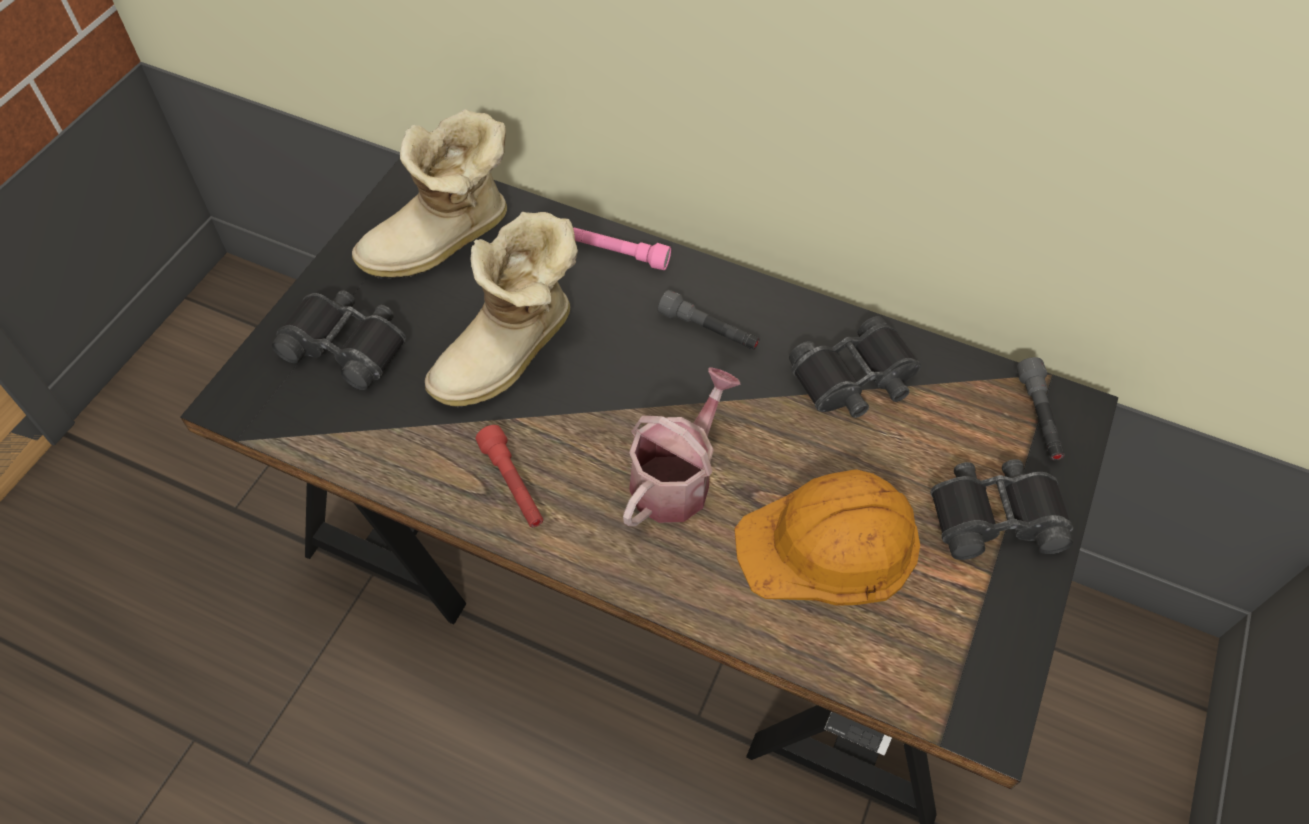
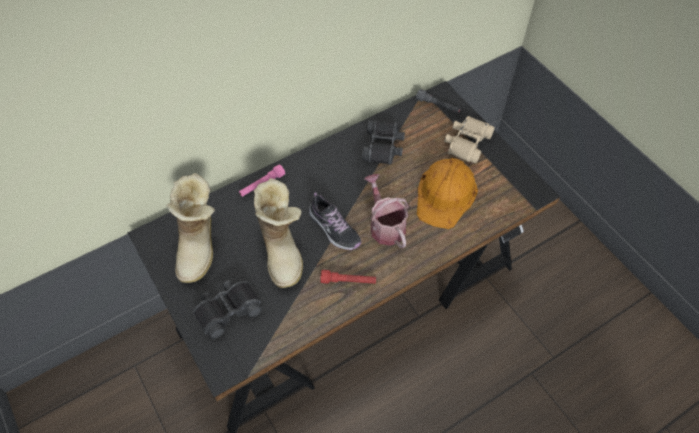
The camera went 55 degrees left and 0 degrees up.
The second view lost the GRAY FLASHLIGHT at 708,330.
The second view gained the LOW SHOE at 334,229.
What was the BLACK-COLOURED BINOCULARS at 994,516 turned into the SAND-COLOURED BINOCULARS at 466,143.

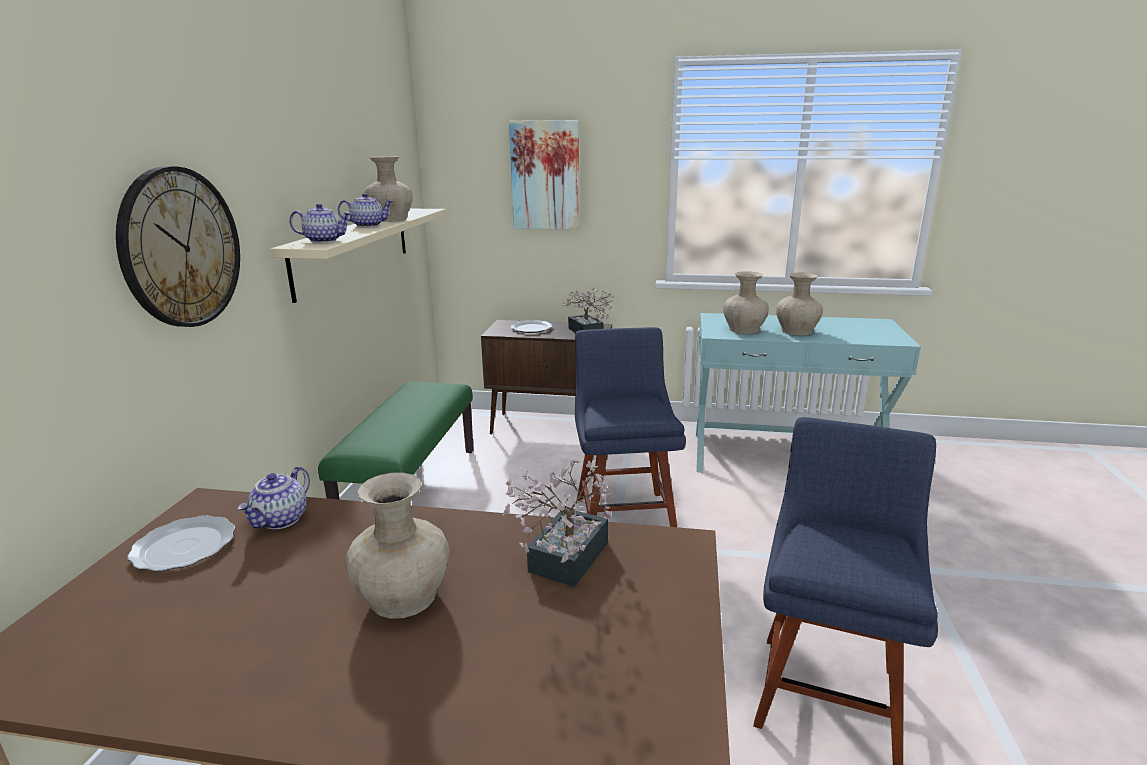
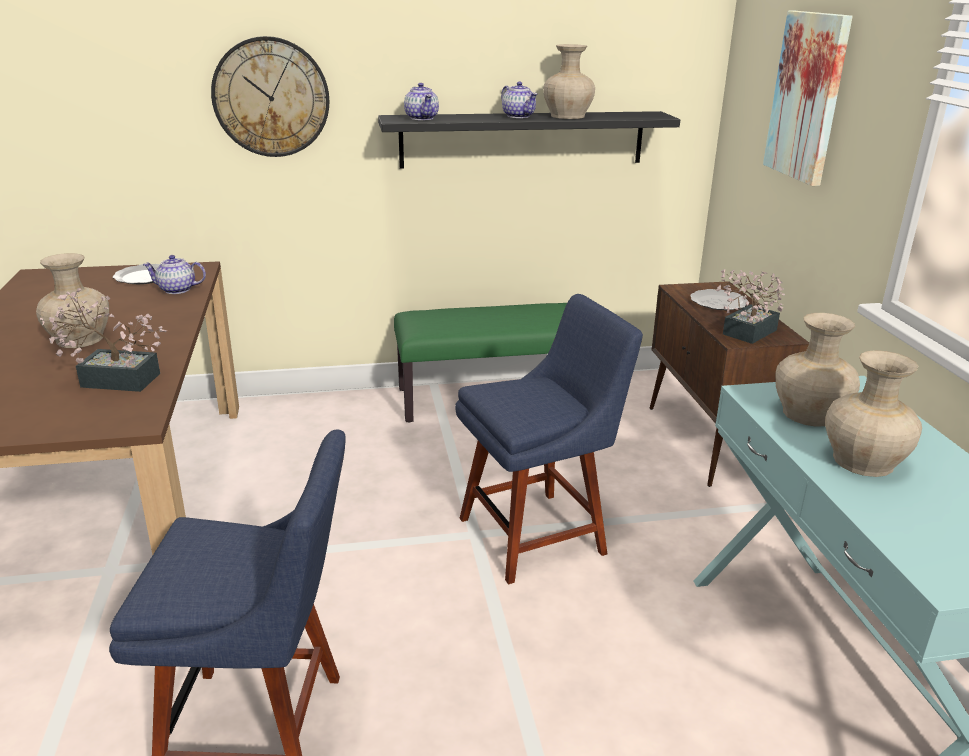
The camera went 70 degrees right and 5 degrees up.
What was the SAND-COLOURED WALL SHELF at 354,249 turned into the BLACK-COLOURED WALL SHELF at 523,139.

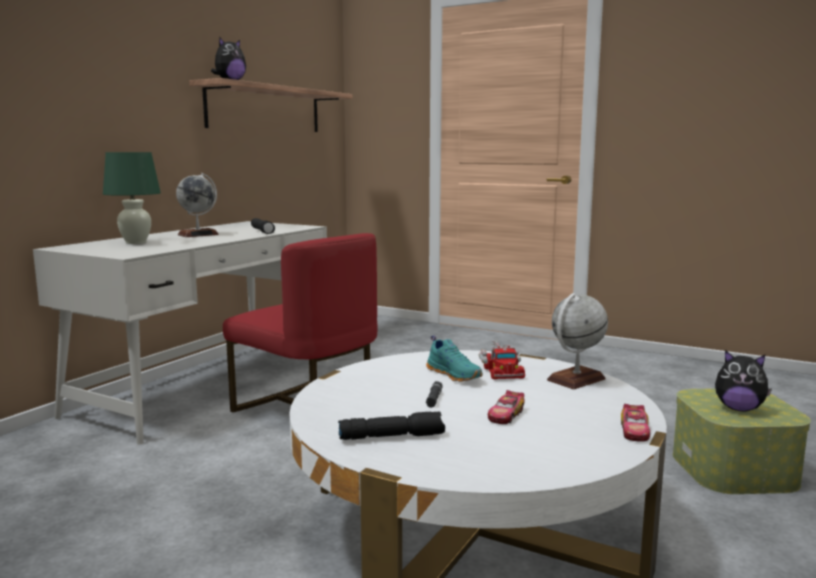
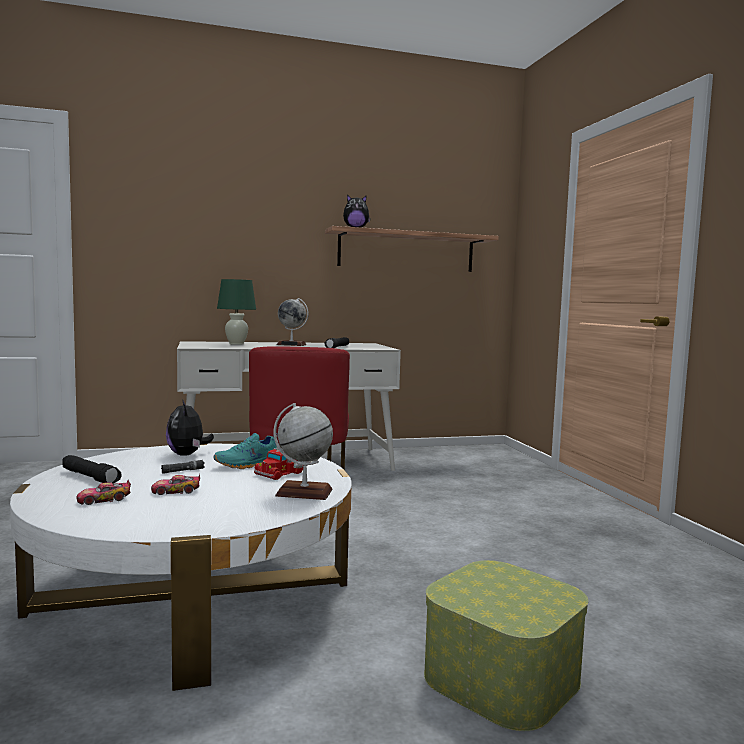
The camera went 45 degrees right and 5 degrees down.
The TOY CAR ended up elsewhere, having gone from 634,431 to 103,499.
The SOFT TOY ended up elsewhere, having gone from 739,409 to 187,455.
The TURQUOISE-COLOURED LOW SHOE at 455,375 ended up facing another way, 45 degrees clockwise from before.

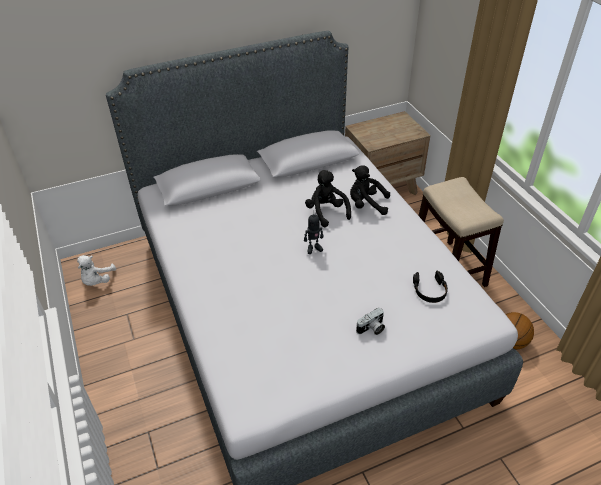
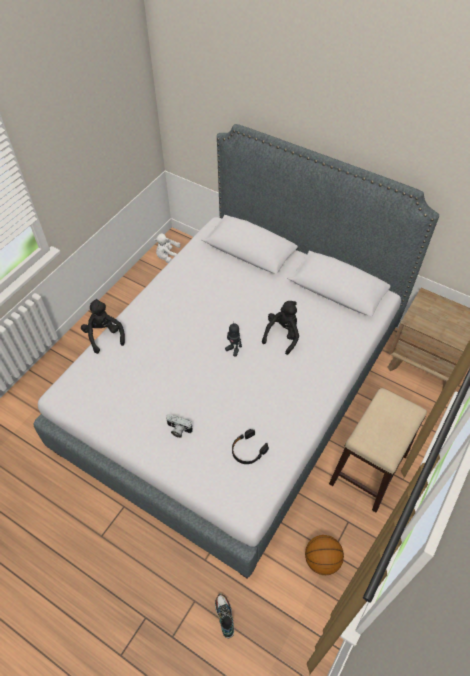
The camera went 55 degrees right and 10 degrees up.
The second view gained the LOW SHOE at 224,616.
The BLACK-COLOURED SOFT TOY ended up elsewhere, having gone from 366,204 to 104,335.

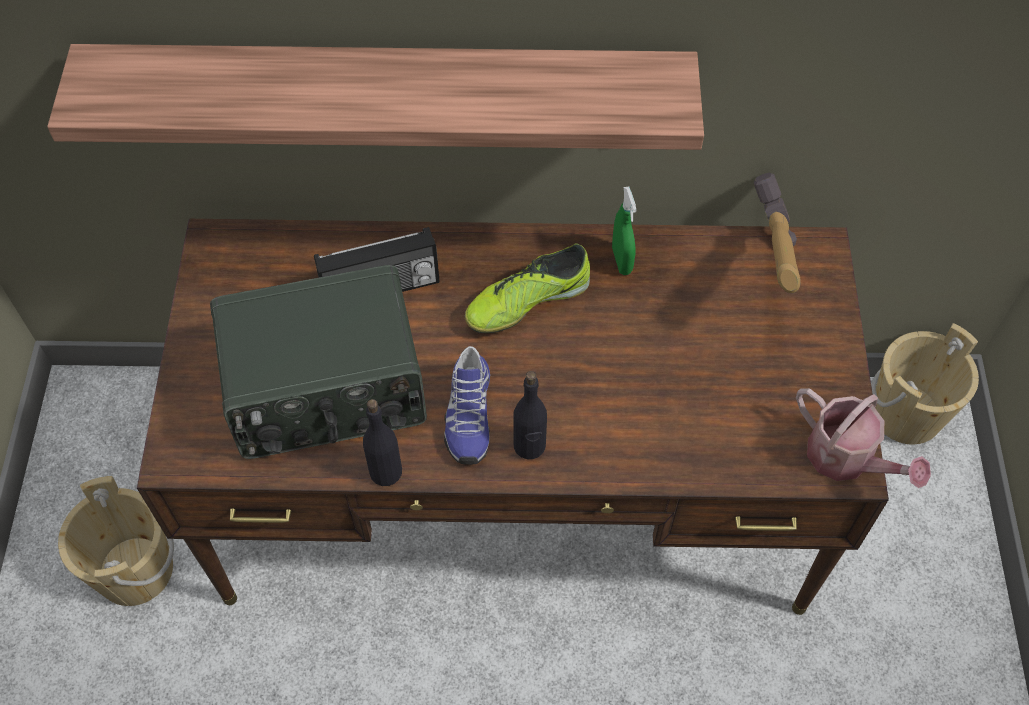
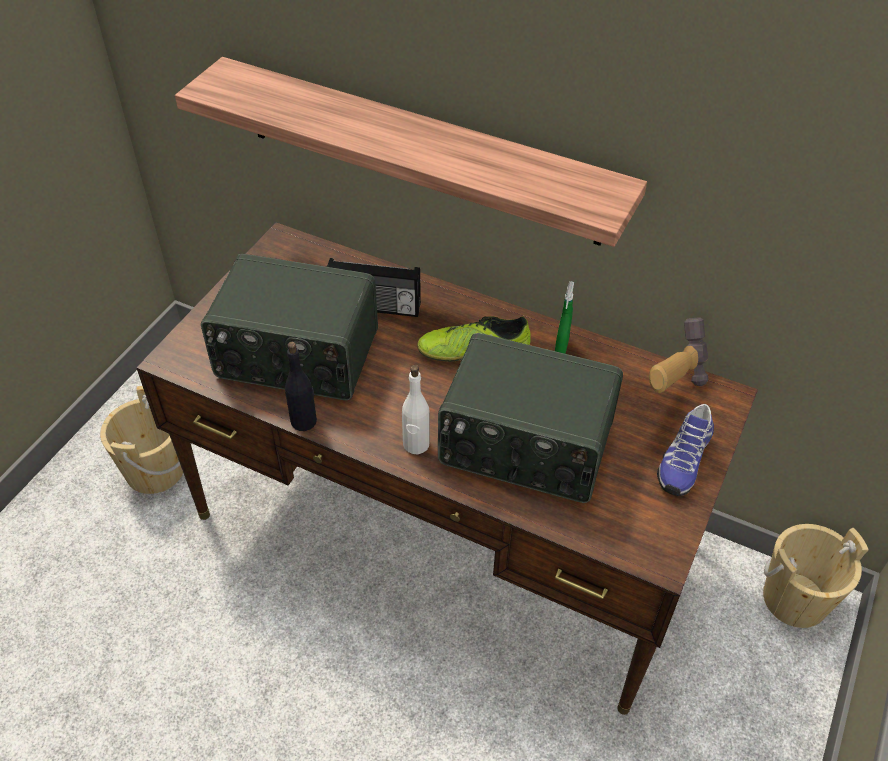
The camera went 25 degrees right and 10 degrees down.
The second view lost the SPRINKLING CAN at 847,459.
The second view gained the RADIO SET at 525,446.
The LOW SHOE ended up elsewhere, having gone from 467,416 to 682,461.
What was the BLACK-COLOURED DRINK BOTTLE at 529,446 turned into the WHITE DRINK BOTTLE at 416,444.

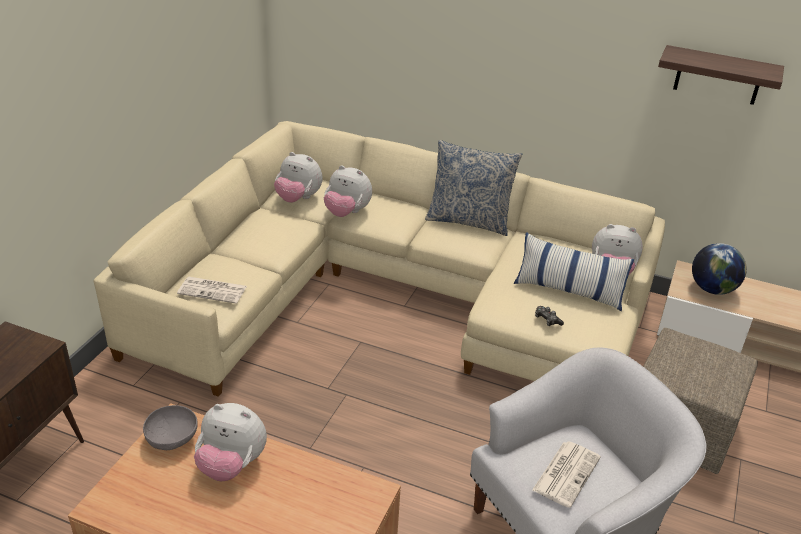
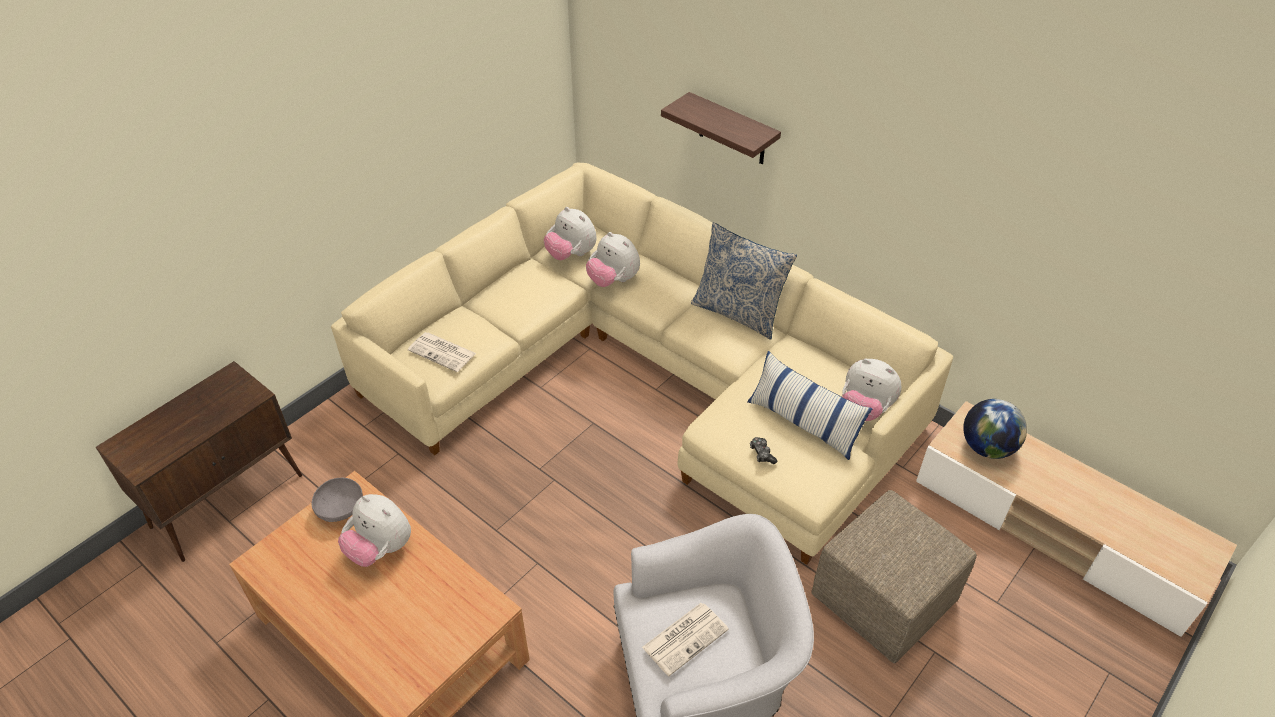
The camera went 20 degrees right and 10 degrees up.
The WALL SHELF ended up elsewhere, having gone from 718,76 to 732,130.

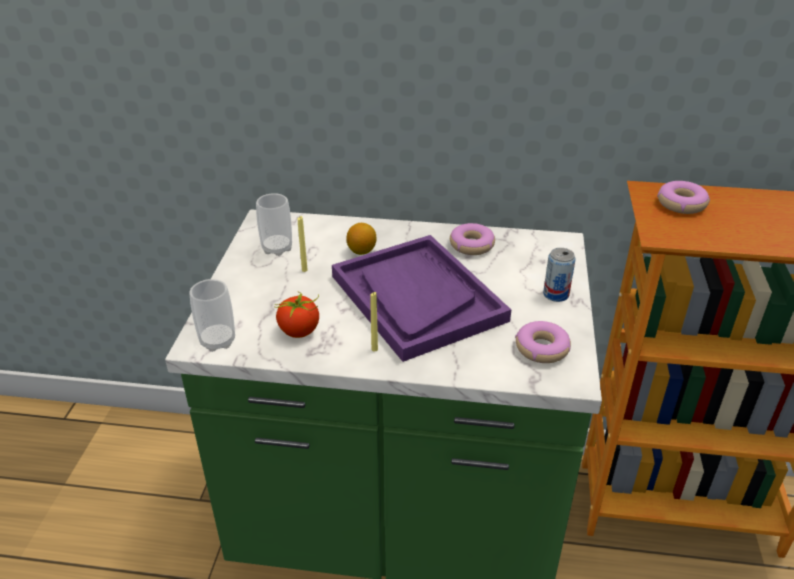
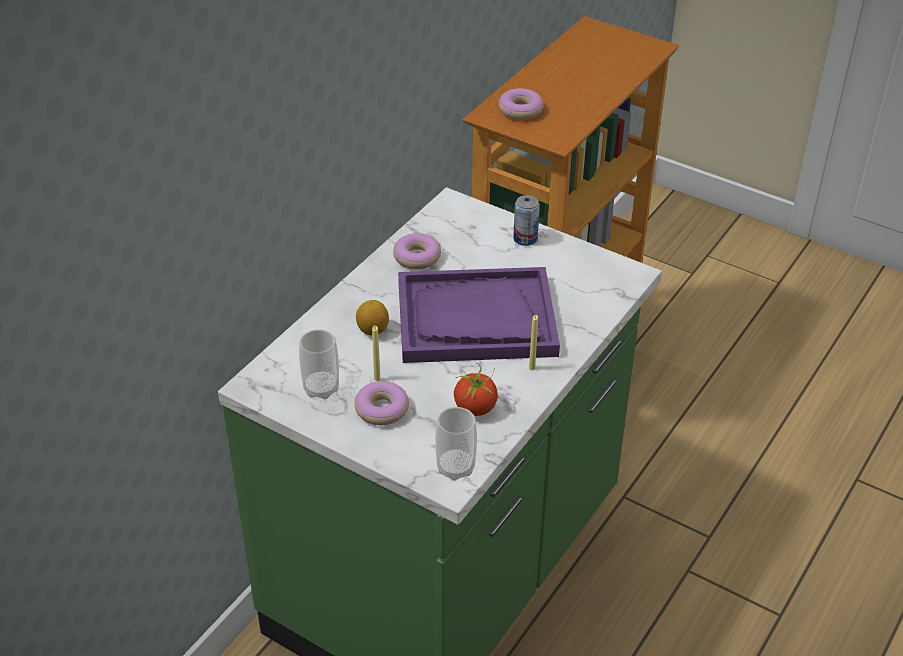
The camera went 65 degrees left and 5 degrees up.
The DOUGHNUT ended up elsewhere, having gone from 542,348 to 381,409.

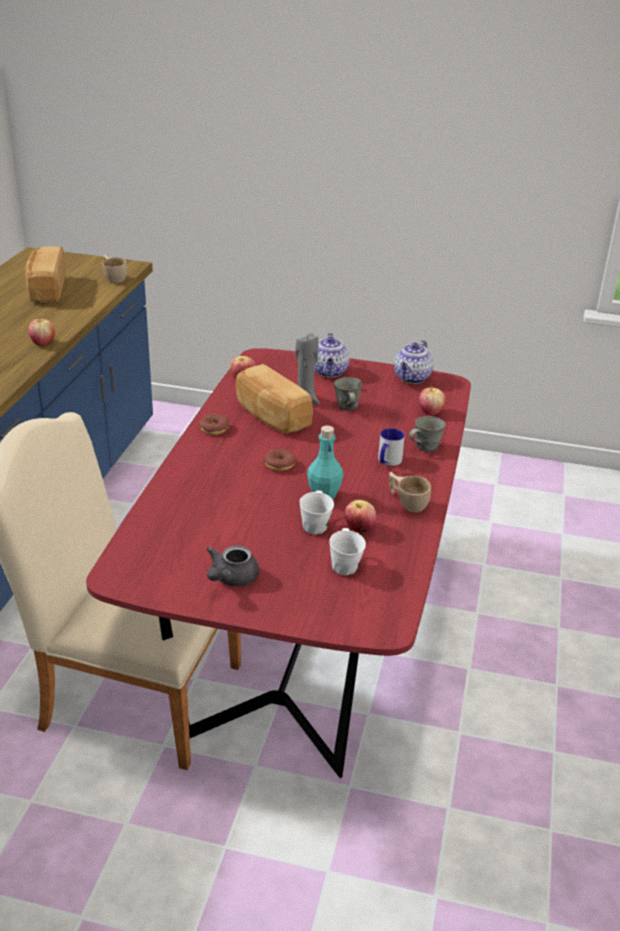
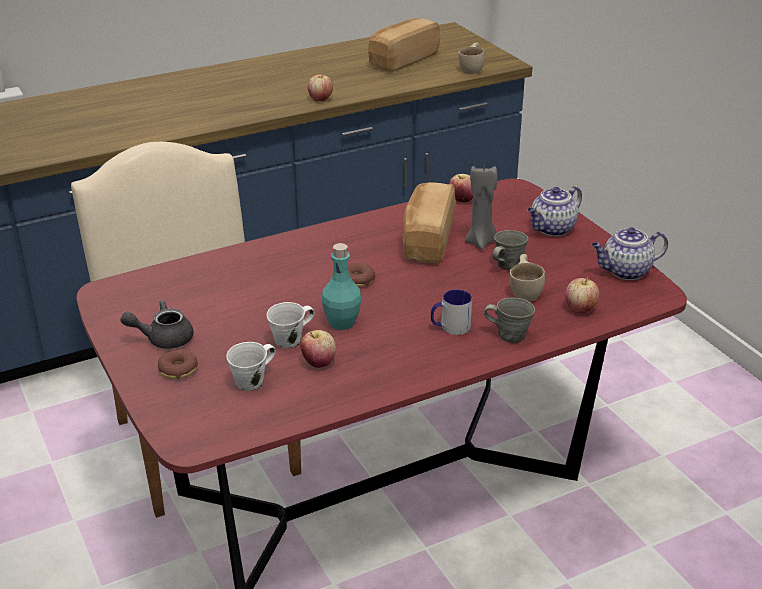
The camera went 50 degrees right and 0 degrees up.
The DOUGHNUT ended up elsewhere, having gone from 214,429 to 178,370.
The SAND-COLOURED DRINKING CUP ended up elsewhere, having gone from 407,503 to 525,291.

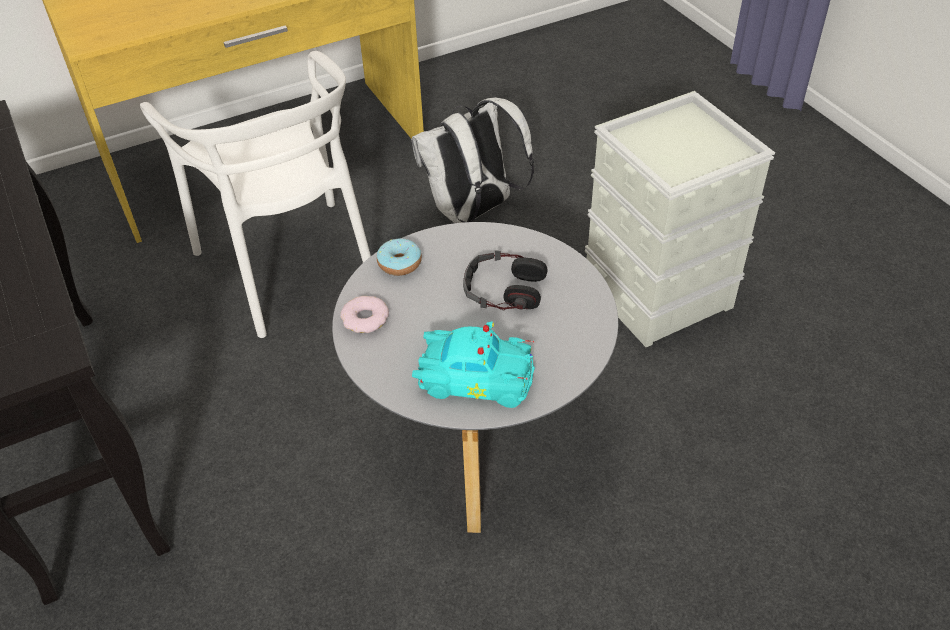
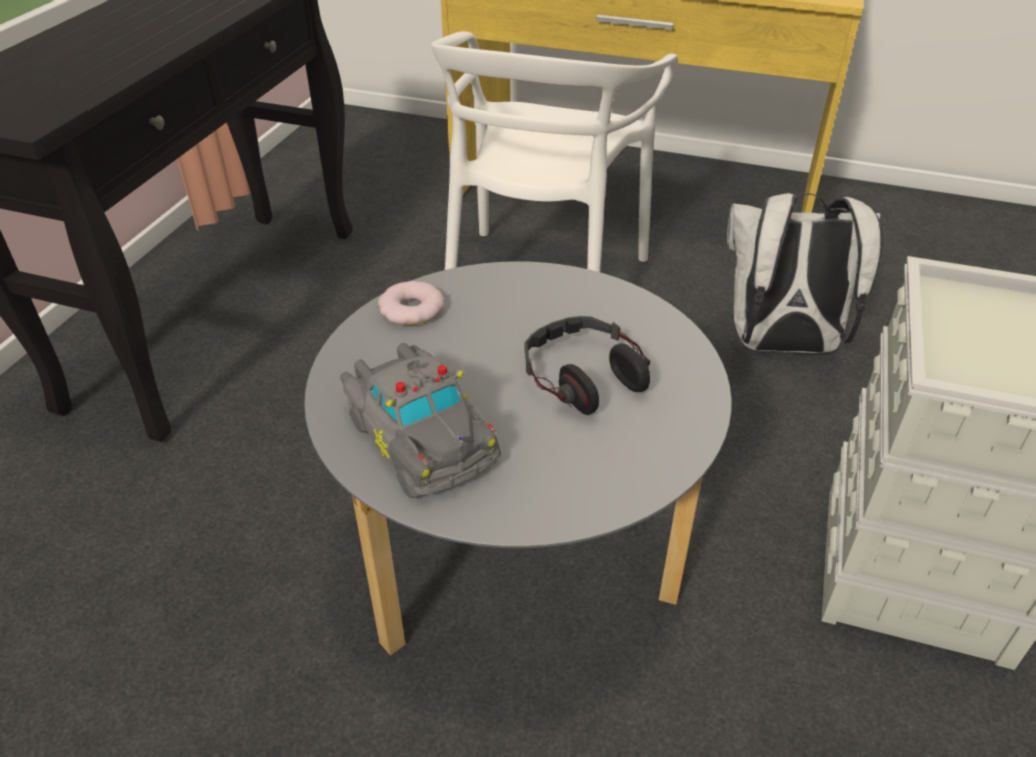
The camera went 45 degrees right and 5 degrees down.
The second view lost the DOUGHNUT at 399,263.
What was the TURQUOISE-COLOURED TOY CAR at 473,376 turned into the GRAY TOY CAR at 421,434.

